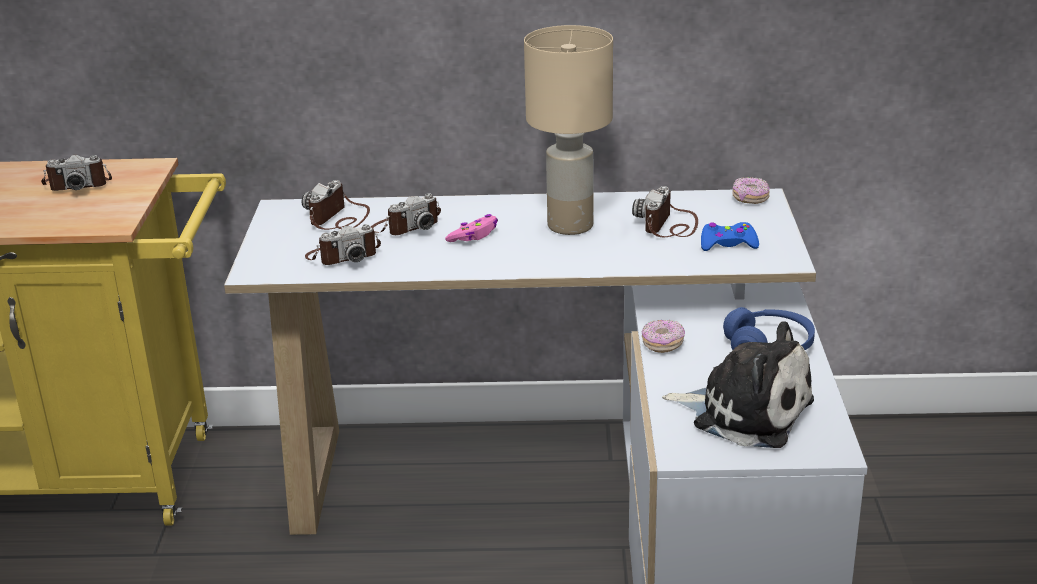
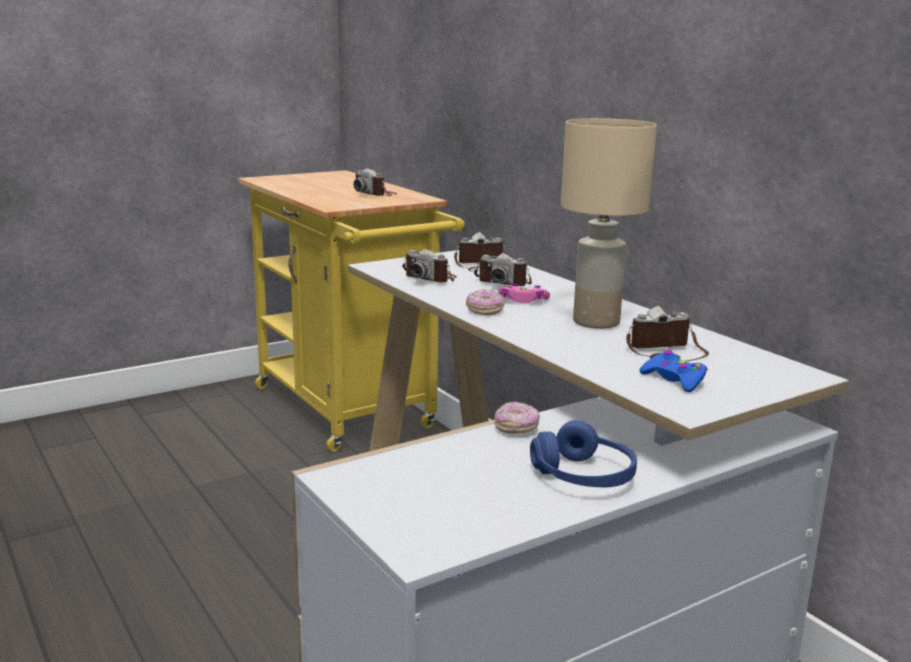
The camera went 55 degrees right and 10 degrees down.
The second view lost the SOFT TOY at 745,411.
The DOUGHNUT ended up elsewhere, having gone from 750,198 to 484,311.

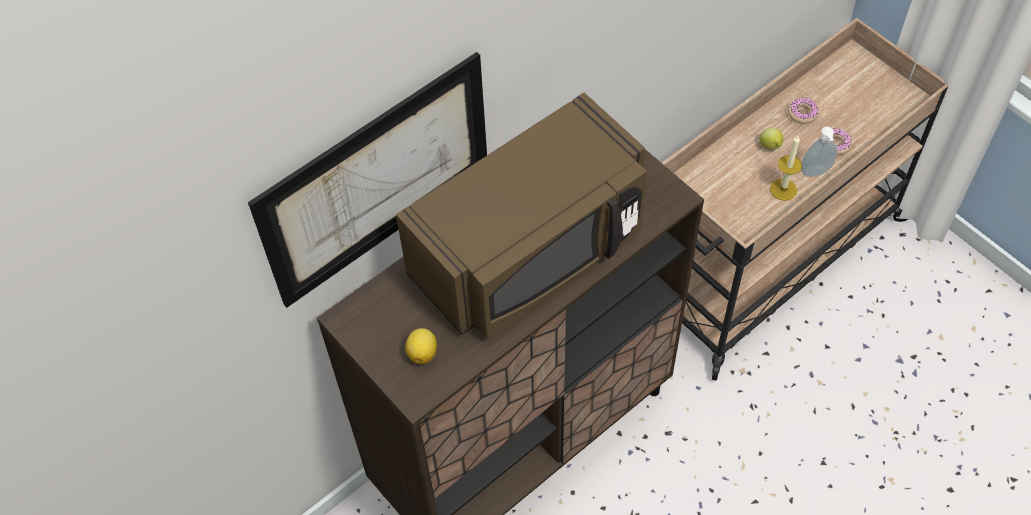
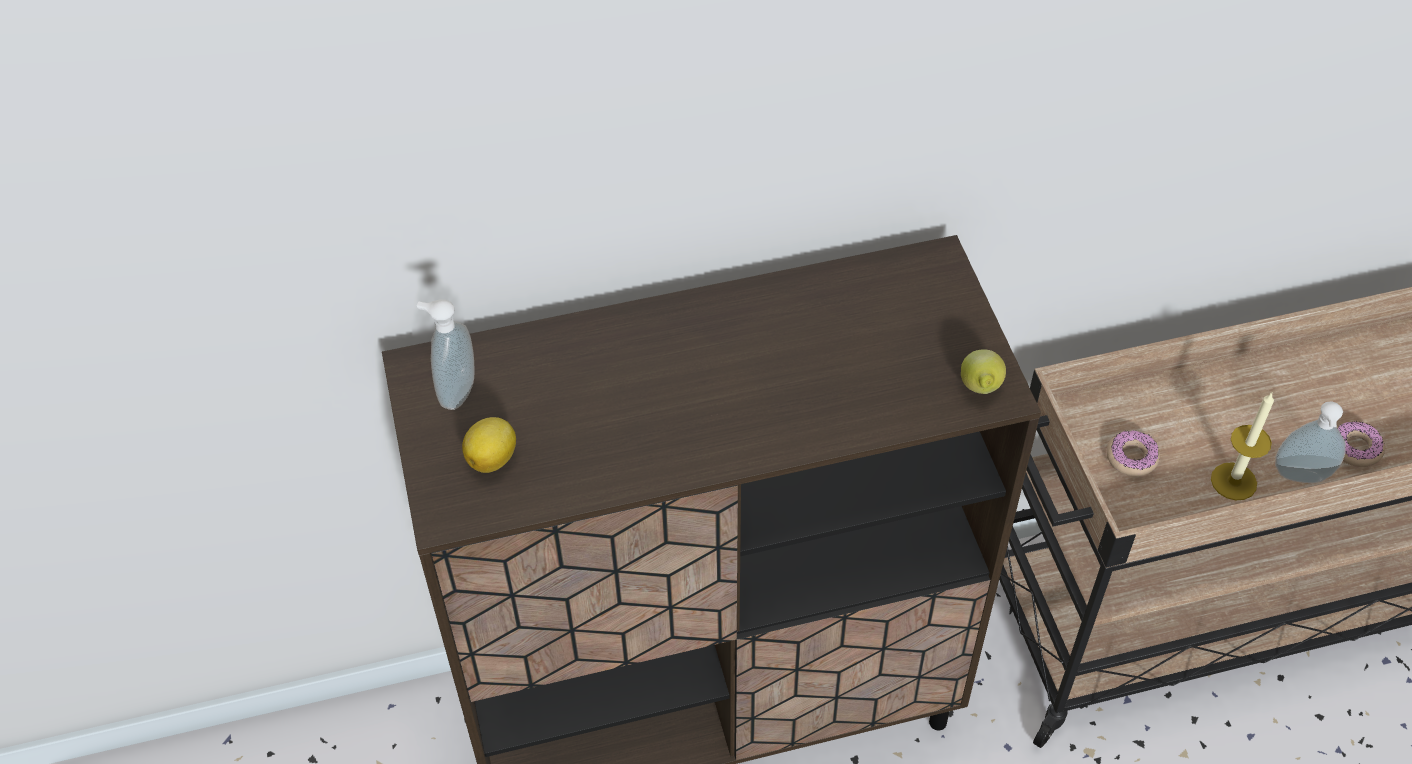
The camera went 25 degrees right and 5 degrees down.
The second view lost the WALL ART at 377,181.
The second view lost the BROWNISH KITCHEN MICROWAVE at 531,253.
The second view gained the SOAP BOTTLE at 455,391.
The CITRUS FRUIT ended up elsewhere, having gone from 770,147 to 980,389.
The DOUGHNUT ended up elsewhere, having gone from 802,113 to 1131,457.

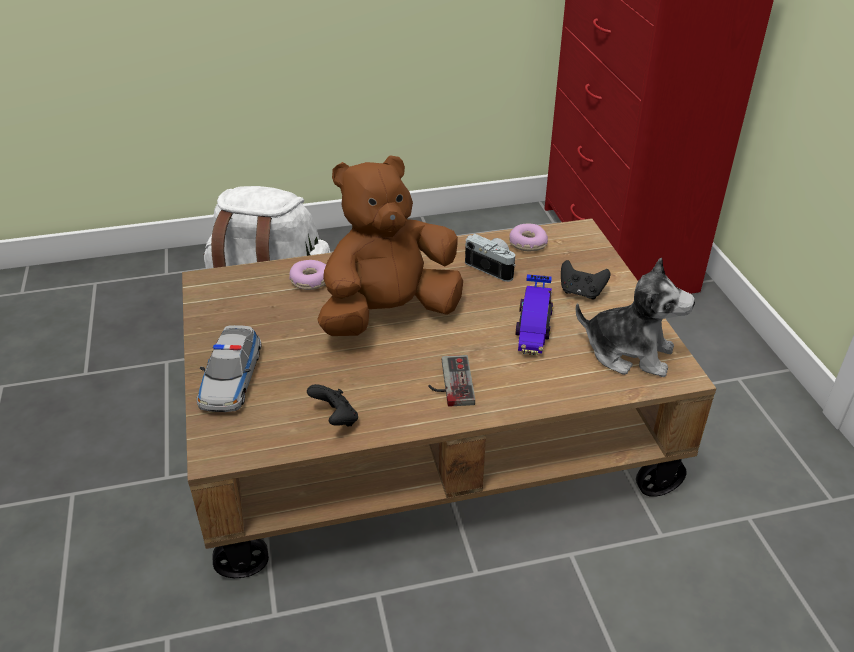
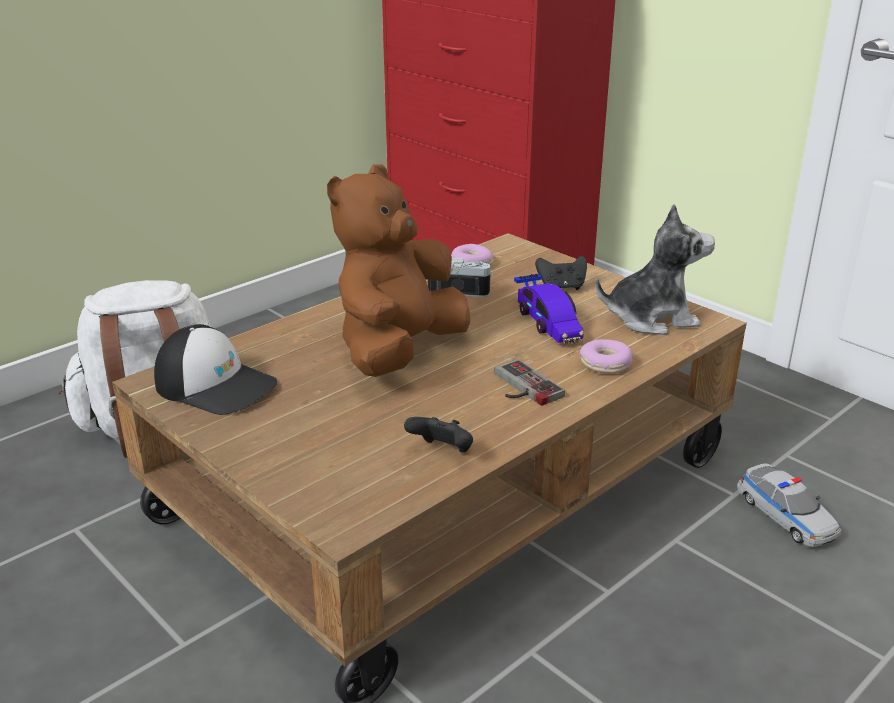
The camera went 30 degrees left and 10 degrees down.
The second view gained the BASEBALL CAP at 216,385.
The TOY CAR ended up elsewhere, having gone from 231,378 to 786,516.
The DOUGHNUT ended up elsewhere, having gone from 310,281 to 605,364.

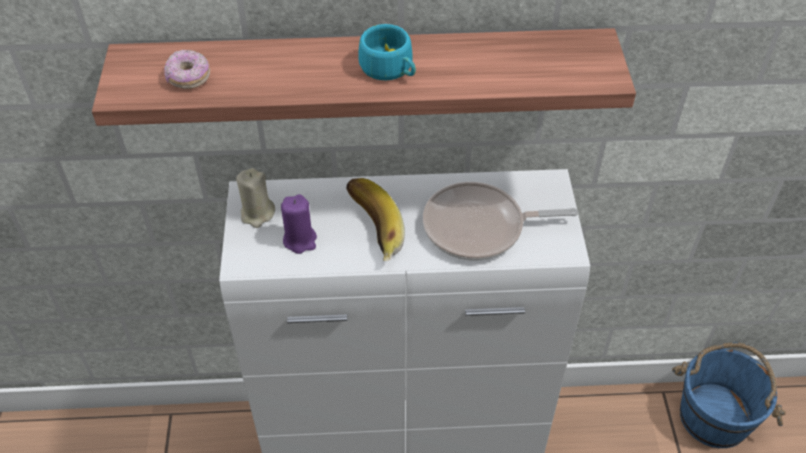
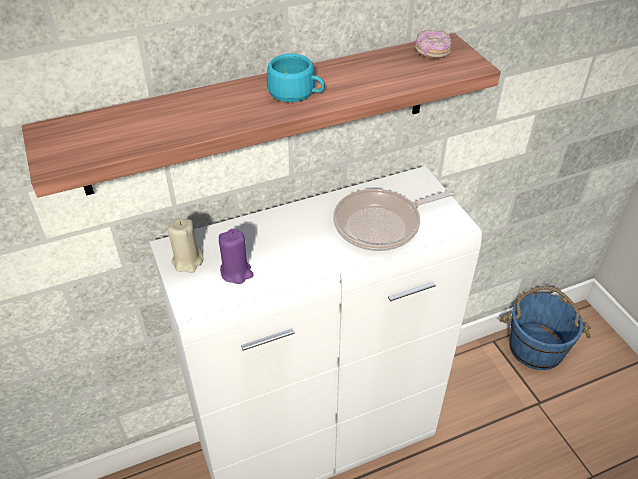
The camera went 20 degrees left and 5 degrees down.
The second view lost the BANANA at 370,230.
The DOUGHNUT ended up elsewhere, having gone from 188,78 to 432,52.

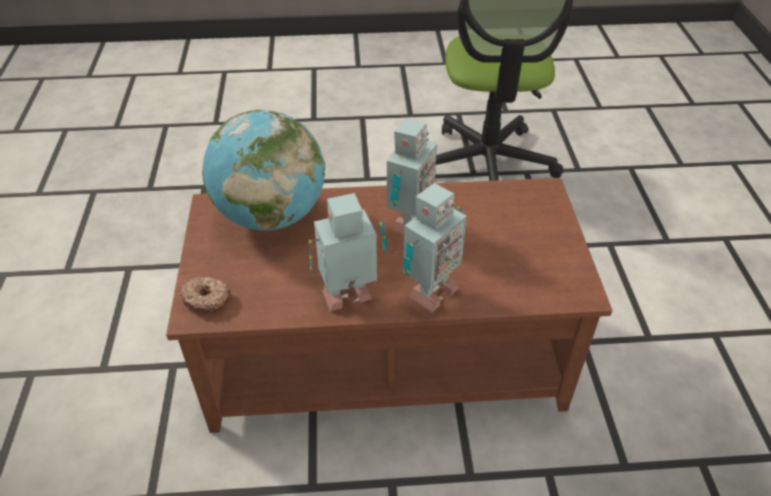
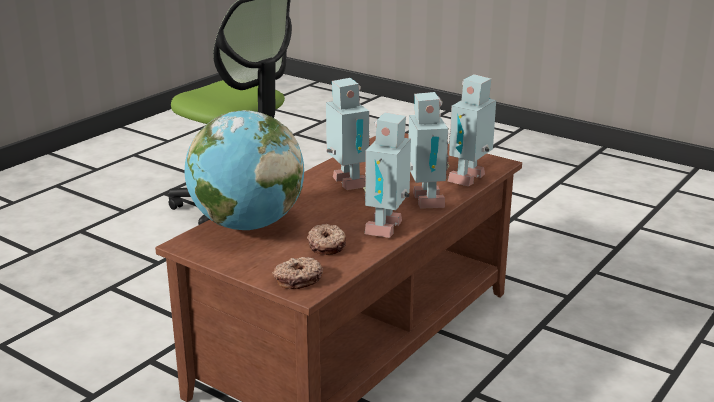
The camera went 50 degrees left and 20 degrees down.
The second view gained the DOUGHNUT at 327,245.
The second view gained the ROBOT FIGURE at 470,179.

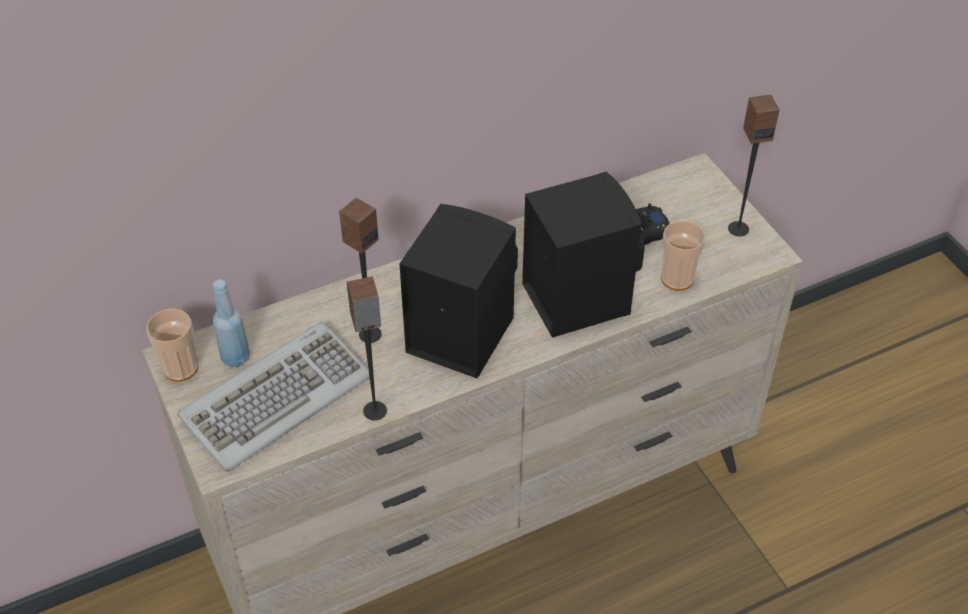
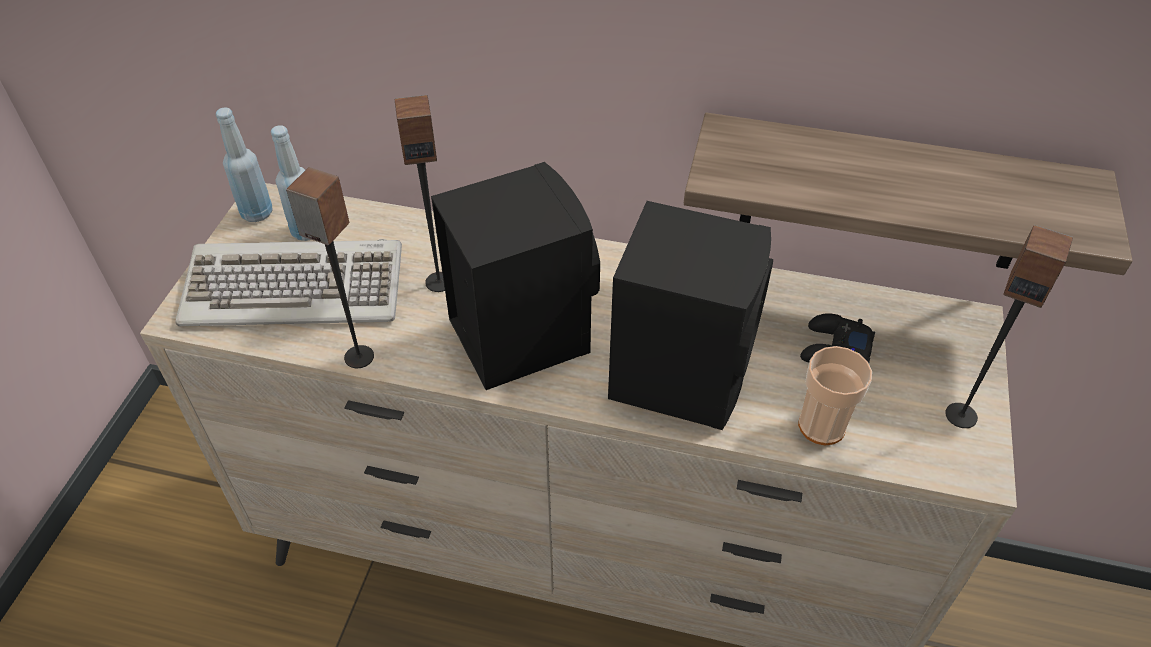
The camera went 40 degrees right and 0 degrees up.
The second view gained the WALL SHELF at 885,194.
Where the DRINKING CUP stood at 180,368, the BLUE DRINK BOTTLE came to stand at 257,213.

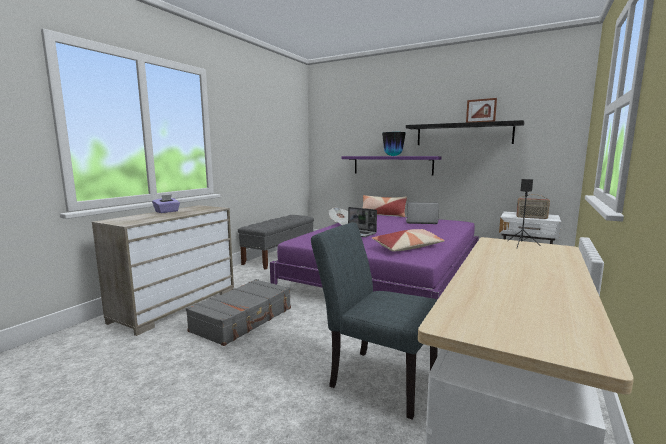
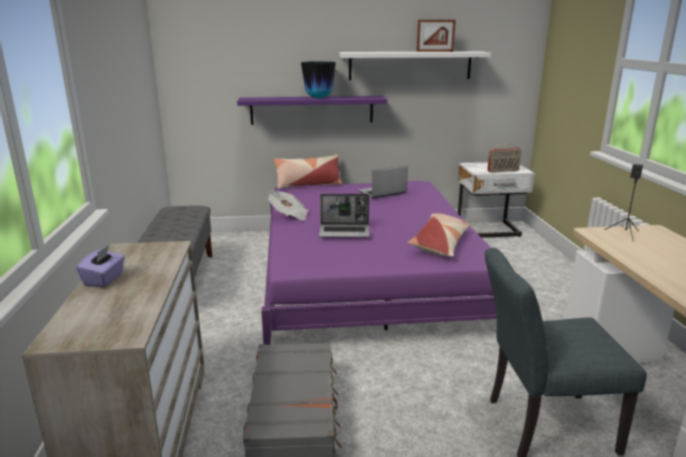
The camera went 35 degrees left and 10 degrees up.
What was the BLACK-COLOURED WALL SHELF at 463,134 turned into the WHITE WALL SHELF at 410,65.

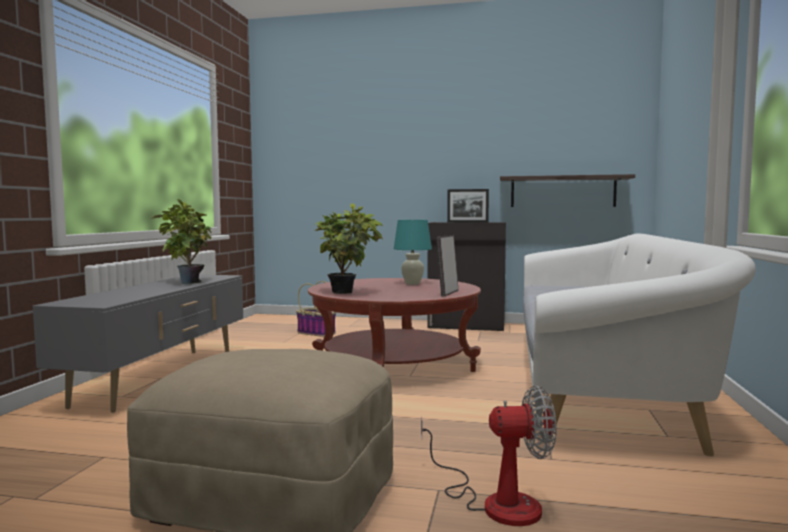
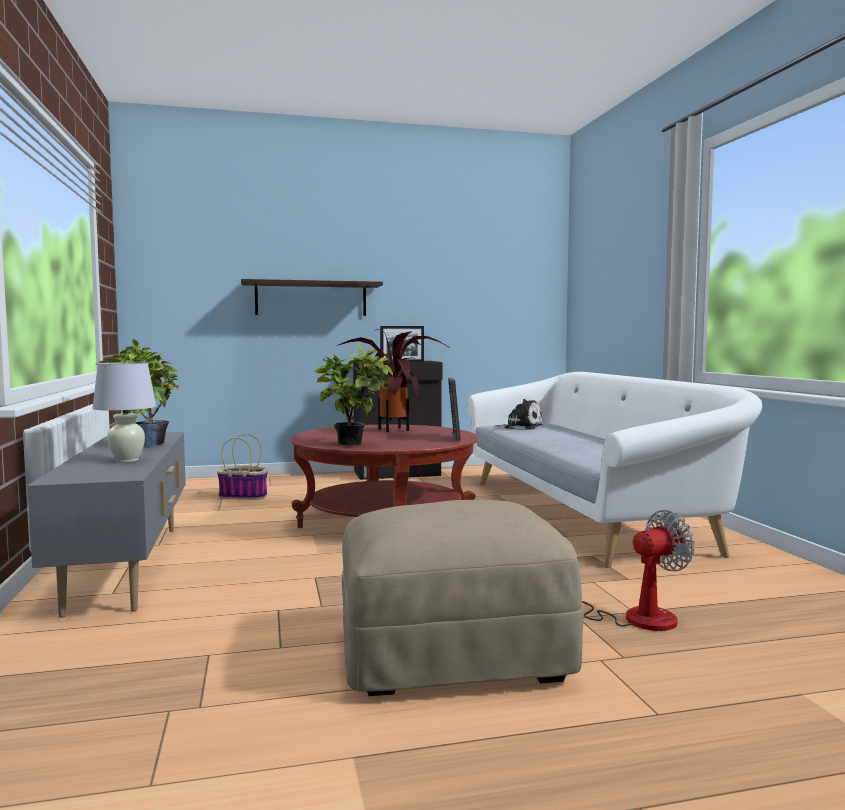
The camera went 25 degrees left and 0 degrees up.
The second view gained the WHITE TABLE LAMP at 127,460.
The second view gained the SOFT TOY at 521,427.
The WALL SHELF ended up elsewhere, having gone from 562,192 to 311,299.
Where the TURQUOISE-COLOURED TABLE LAMP stood at 412,283, the HOUSEPLANT came to stand at 393,430.

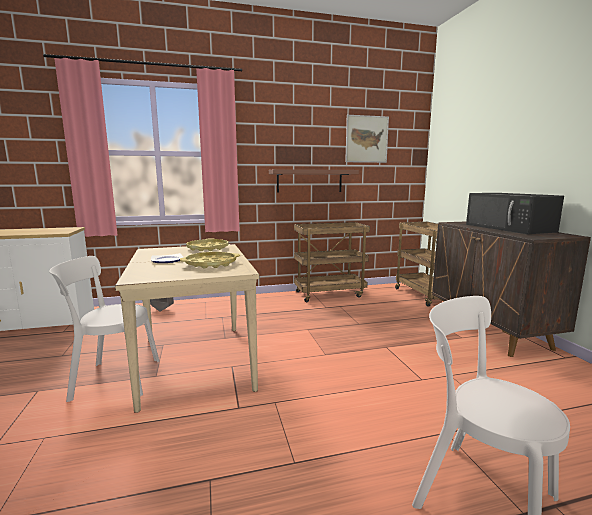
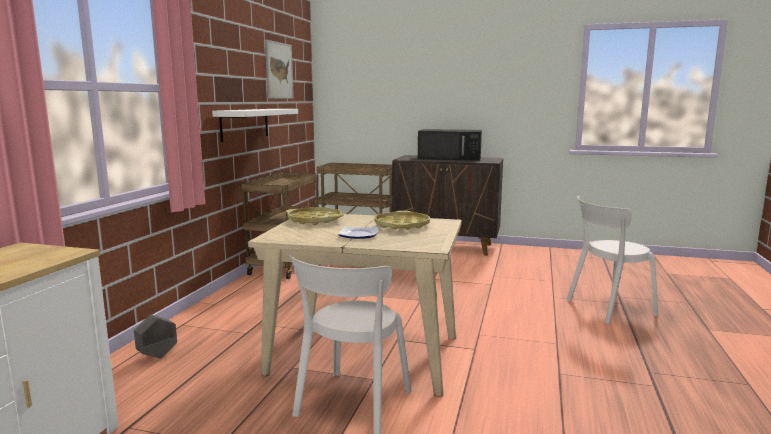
The camera went 60 degrees left and 0 degrees up.
What was the BROWNISH WALL SHELF at 309,181 turned into the WHITE WALL SHELF at 245,124.

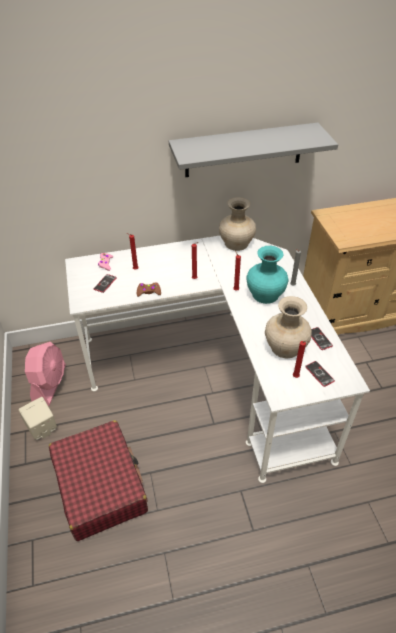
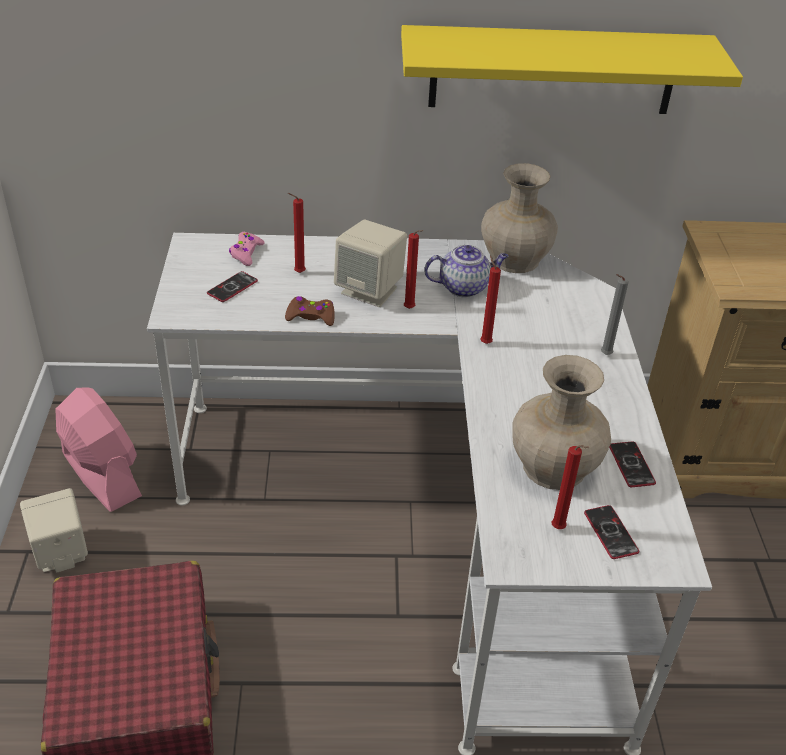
The camera went 10 degrees right and 5 degrees down.
The second view lost the TURQUOISE-COLOURED VASE at 266,294.
The second view gained the SAND-COLOURED AUDIO SPEAKER at 370,290.
The second view gained the TEAPOT at 464,287.
What was the GRAY WALL SHELF at 243,150 turned into the YELLOW-COLOURED WALL SHELF at 553,70.
The PINK FAN at 50,384 ended up facing another way, 60 degrees counterclockwise from before.

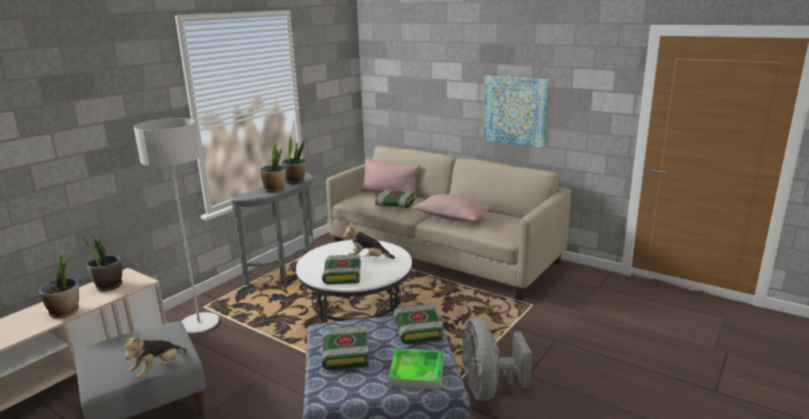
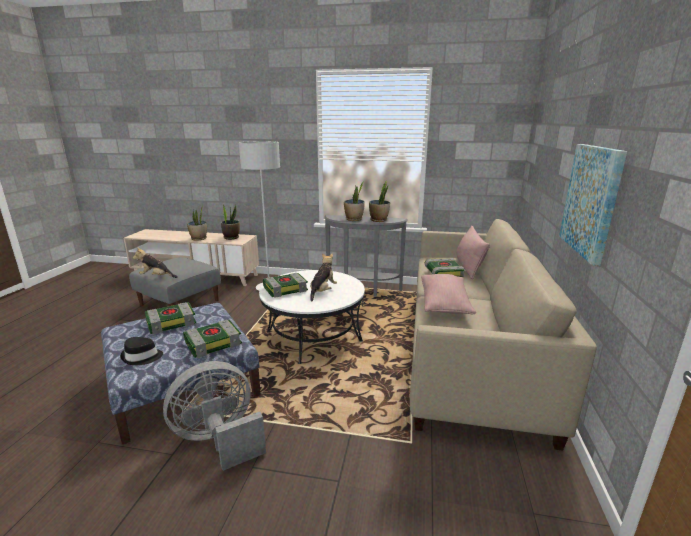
The camera went 65 degrees right and 0 degrees up.
Where the SERVING TRAY stood at 417,372, the BLACK-COLOURED CLOTHING HAT came to stand at 142,357.
The SOFT TOY at 368,258 ended up facing another way, 45 degrees clockwise from before.

